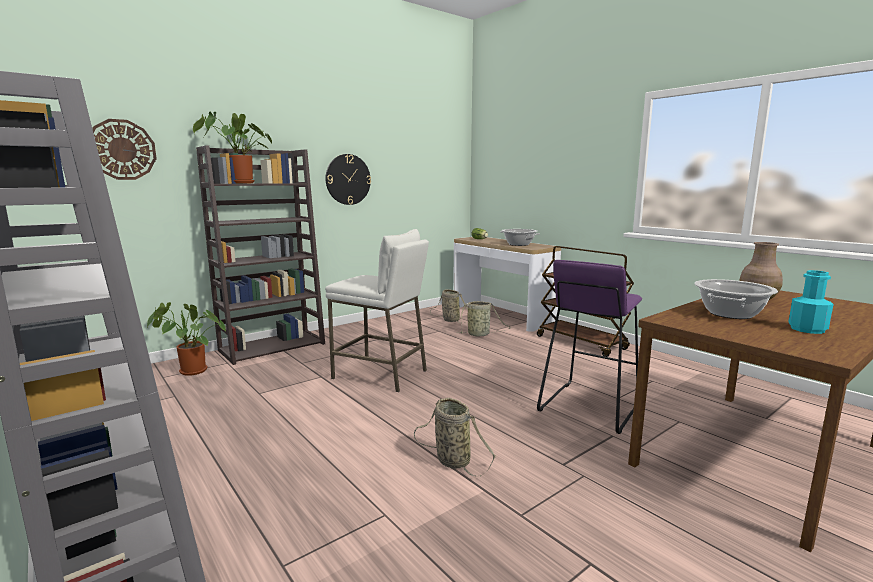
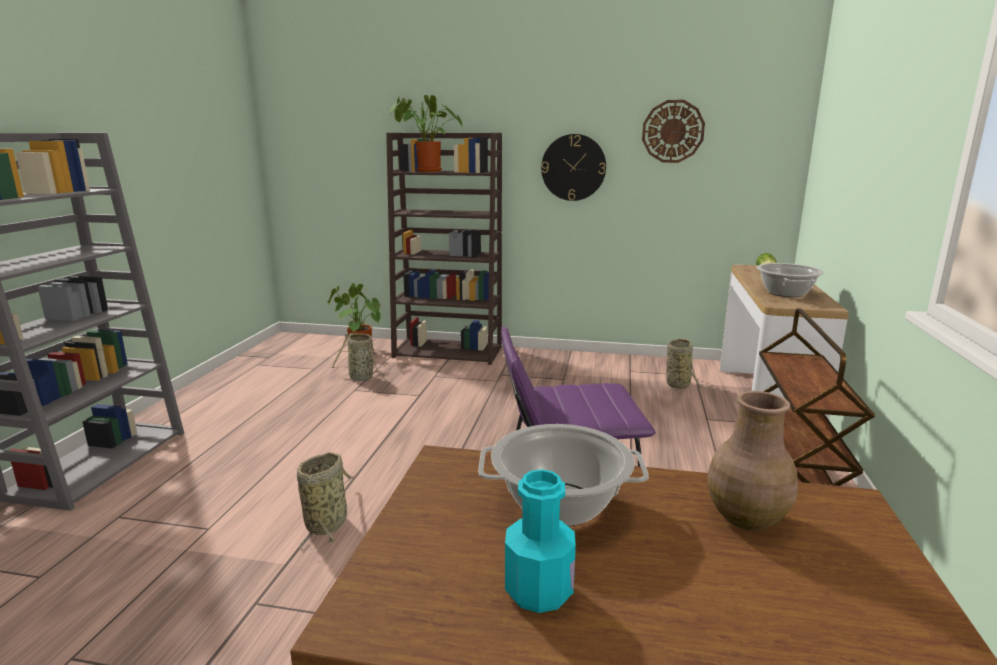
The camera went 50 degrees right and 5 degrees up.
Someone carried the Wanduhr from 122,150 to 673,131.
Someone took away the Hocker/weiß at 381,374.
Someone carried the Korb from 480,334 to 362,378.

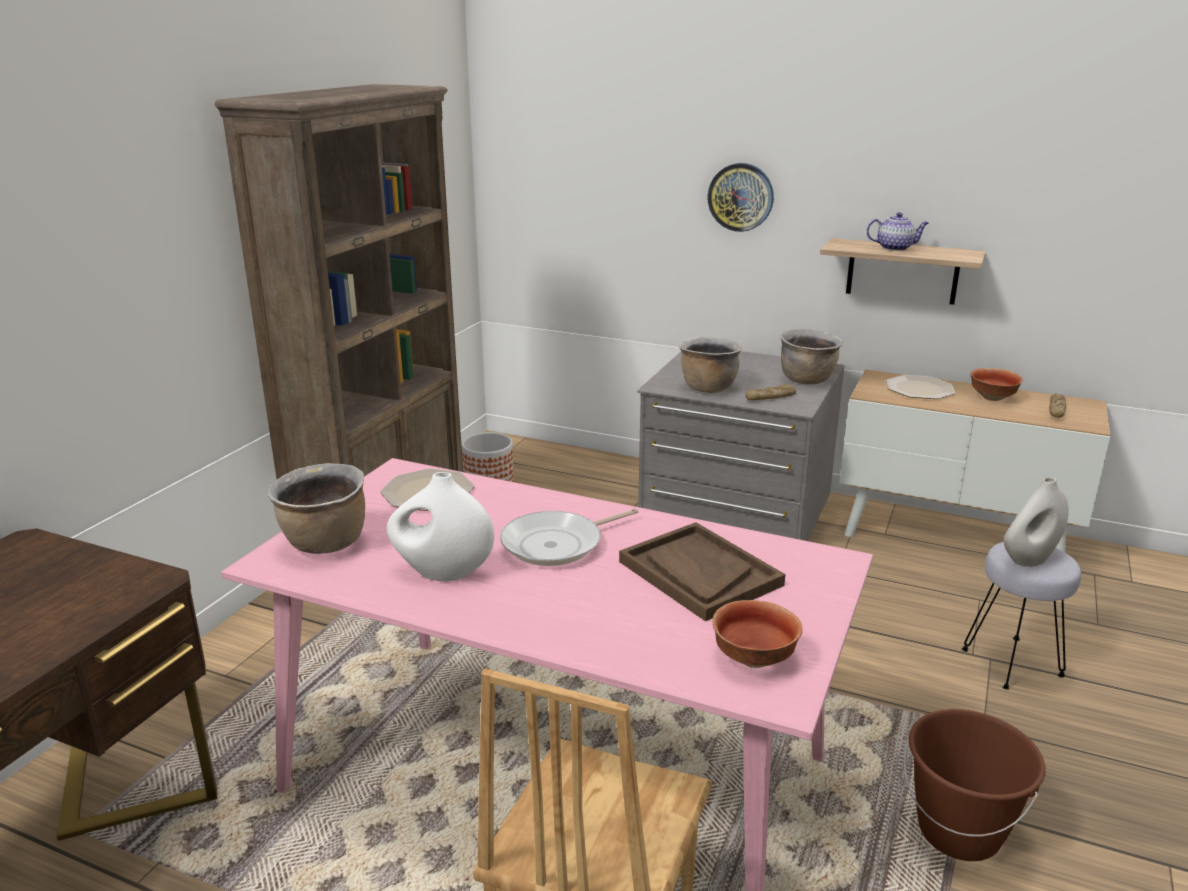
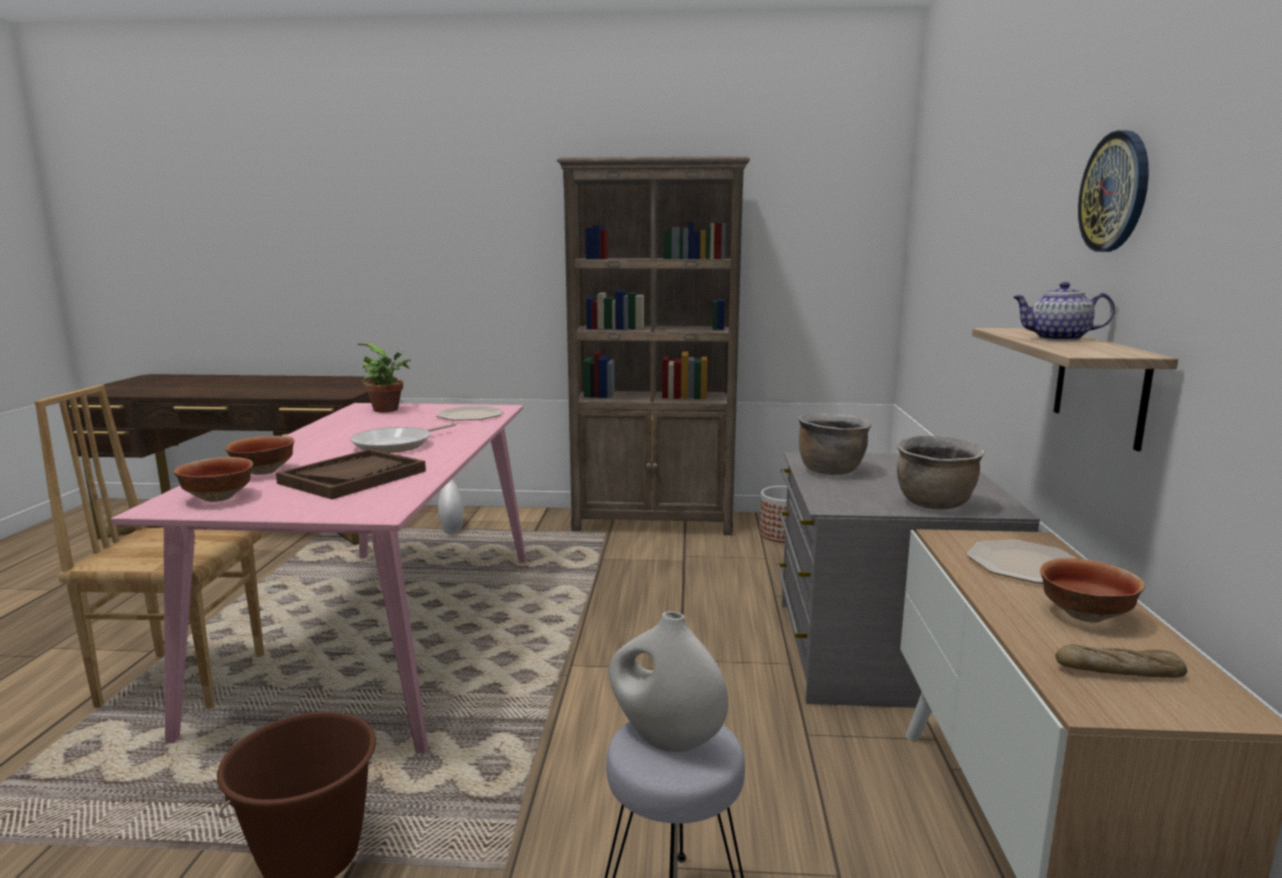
The camera went 70 degrees right and 10 degrees down.
Someone swapped the Kochtopf/braun at 325,543 for the Topfpflanze at 389,410.
Someone carried the Vase/weiß from 442,573 to 452,528.
Someone rotated the Pfanne at 557,544 by 90 degrees counterclockwise.
Someone carried the Wanduhr from 740,197 to 1115,192.
Someone took away the Brot at 770,398.
Someone rotated the Teekanne at 895,248 by 120 degrees clockwise.
Someone put down the Schüssel at 264,472.

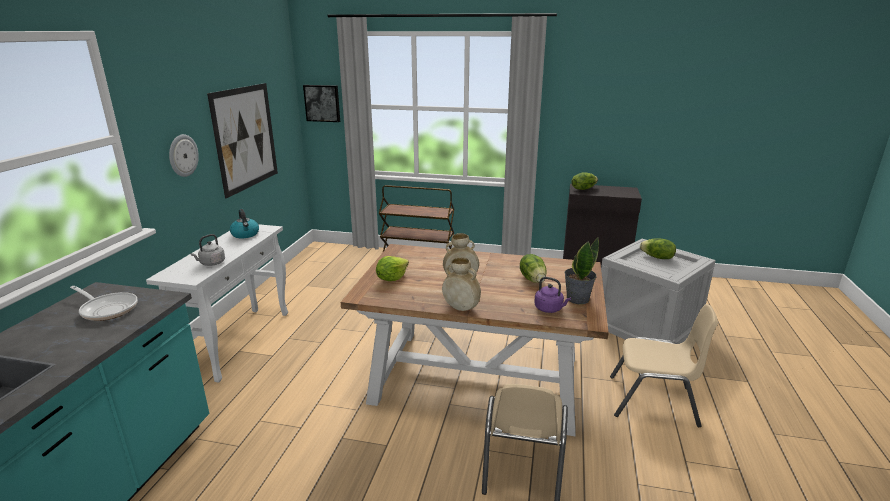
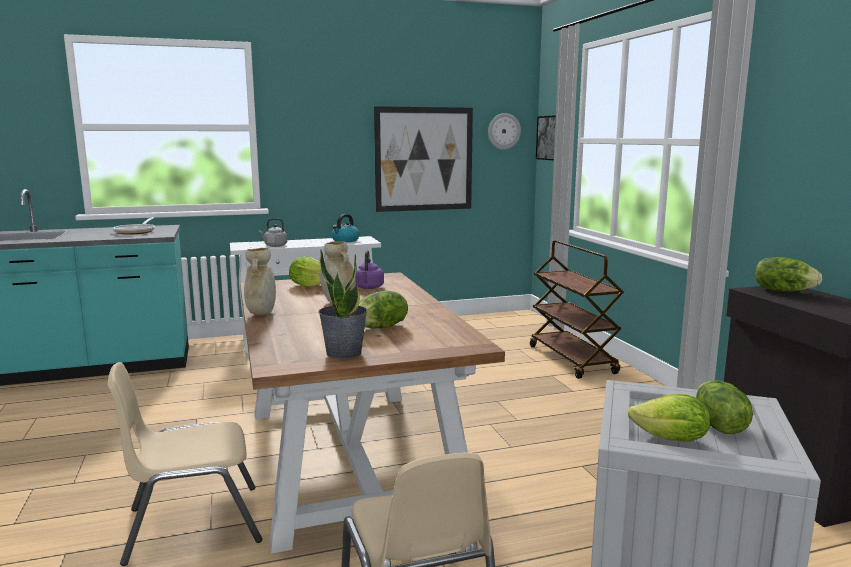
The camera went 60 degrees right and 10 degrees down.
Someone carried the Wanduhr from 182,155 to 503,131.
Someone carried the Wasserkessel/lila from 550,309 to 368,288.
Someone put down the Salatkopf at 671,439.

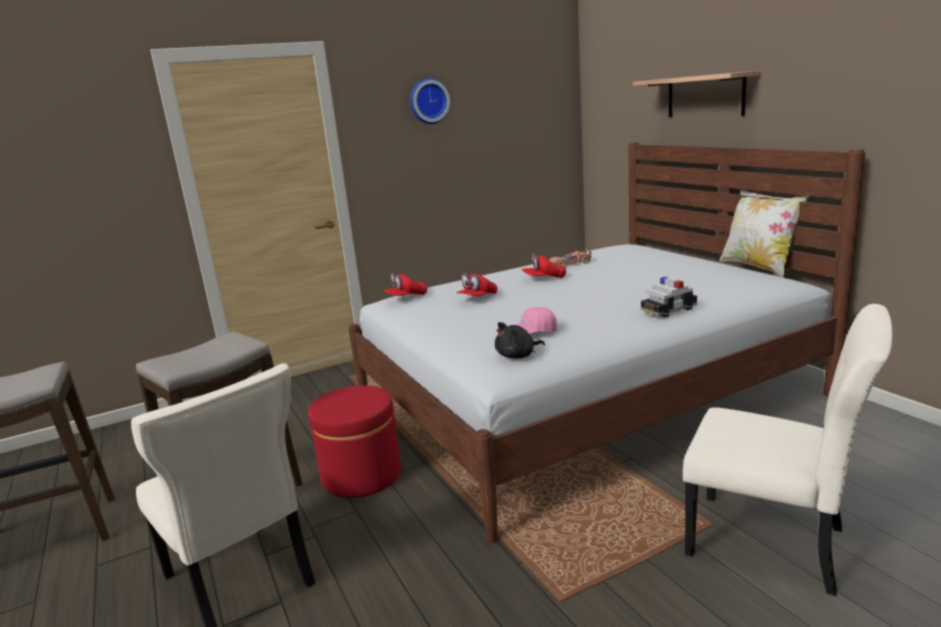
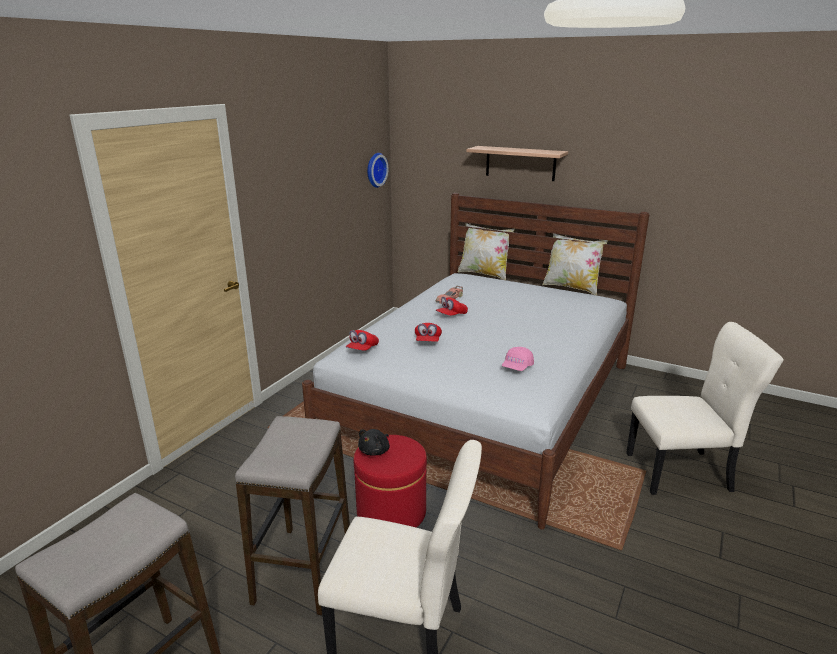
The camera went 35 degrees left and 5 degrees up.
Someone carried the Wanduhr from 428,101 to 375,170.
Someone carried the Plüschtier/schwarz from 518,356 to 375,451.
Someone took away the Spielzeugauto at 668,310.
Someone put down the Kissen at 484,274.

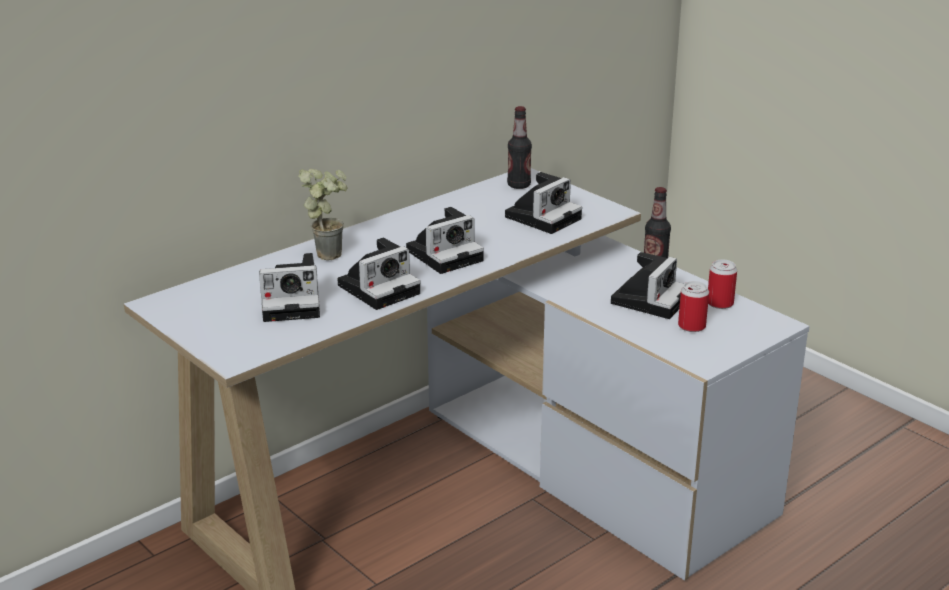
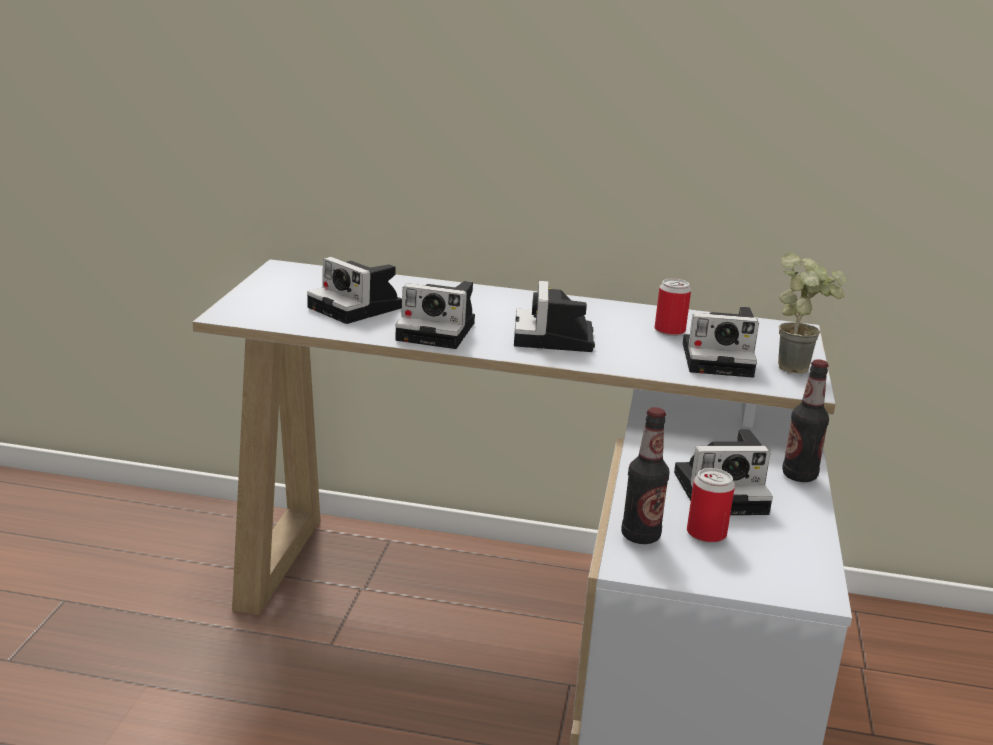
The camera went 50 degrees right and 5 degrees down.
Someone carried the Topfpflanze from 330,252 to 799,367.
Someone rotated the Kamera at 446,254 by 75 degrees clockwise.
Someone carried the Flasche from 519,185 to 640,536.
Someone carried the Dose from 720,303 to 669,331.

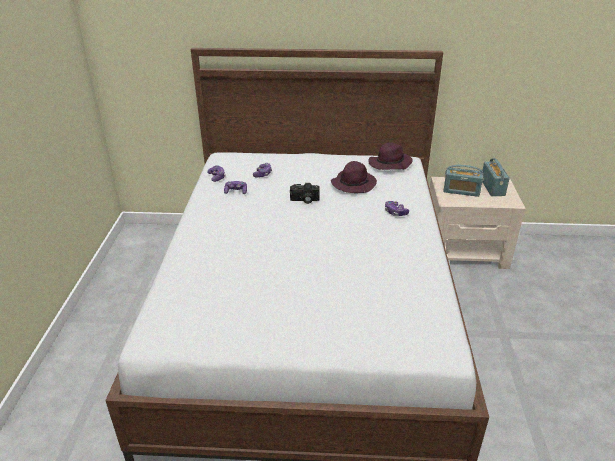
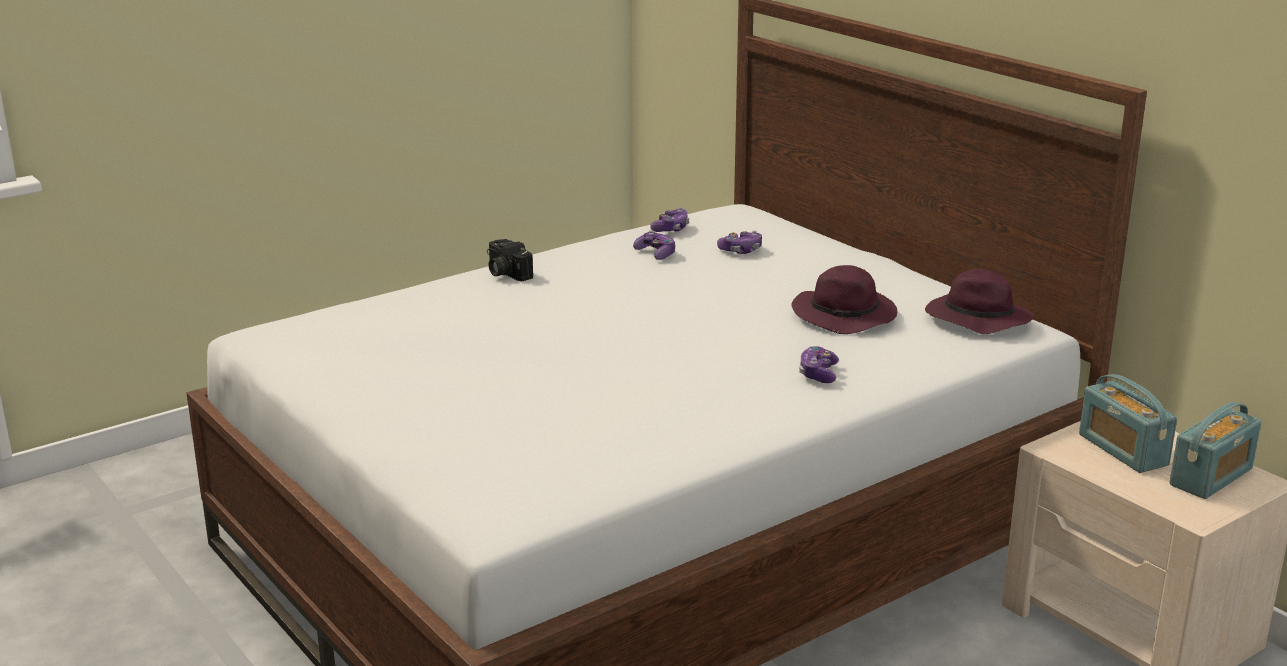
The camera went 50 degrees right and 10 degrees down.
Someone carried the Kamera from 304,200 to 505,273.

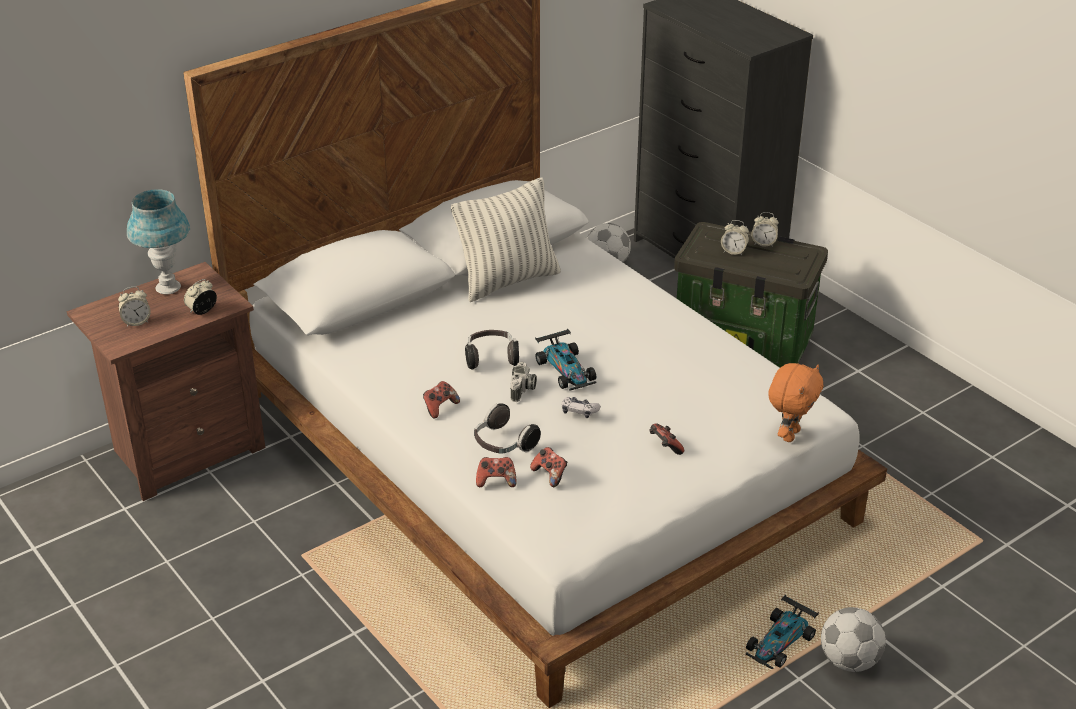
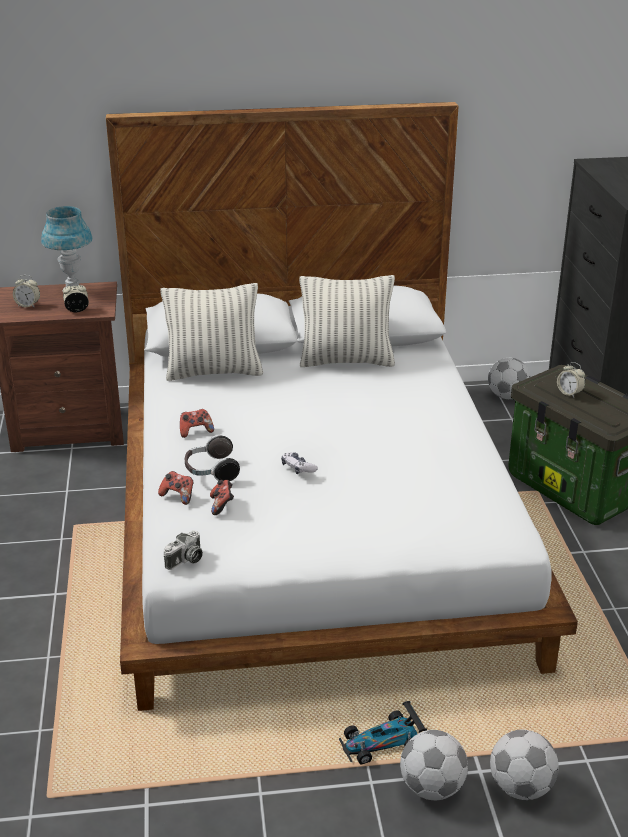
The camera went 30 degrees right and 5 degrees down.
Someone took away the Kopfhörer at 491,358.
Someone carried the Kamera from 523,390 to 185,560.
Someone took away the Spielzeugauto at 566,370.
Someone took away the Gamepad at 664,447.
Someone took away the Wecker at 763,243.
Someone took away the Plüschtier/orange at 789,434.
Someone put down the Kissen at 214,372.
Someone put down the Fußball at 520,787.

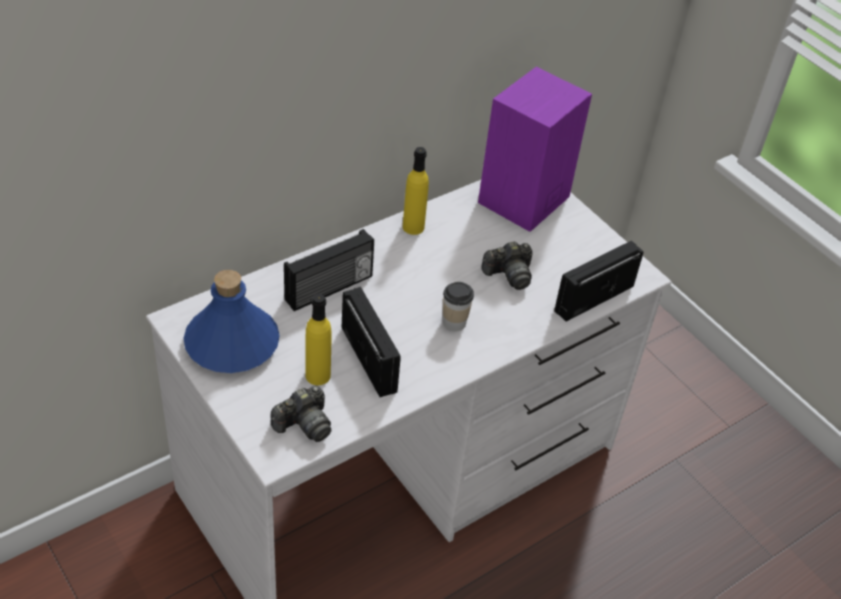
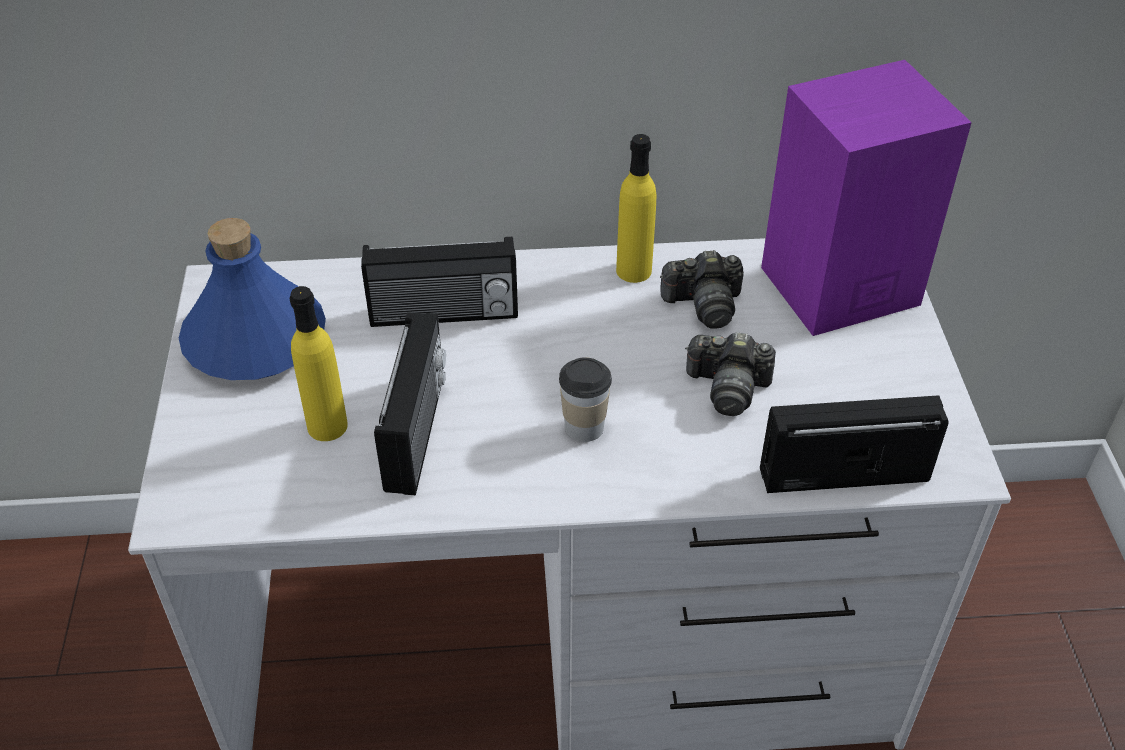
The camera went 35 degrees right and 0 degrees up.
Someone carried the Kamera from 304,424 to 703,305.

